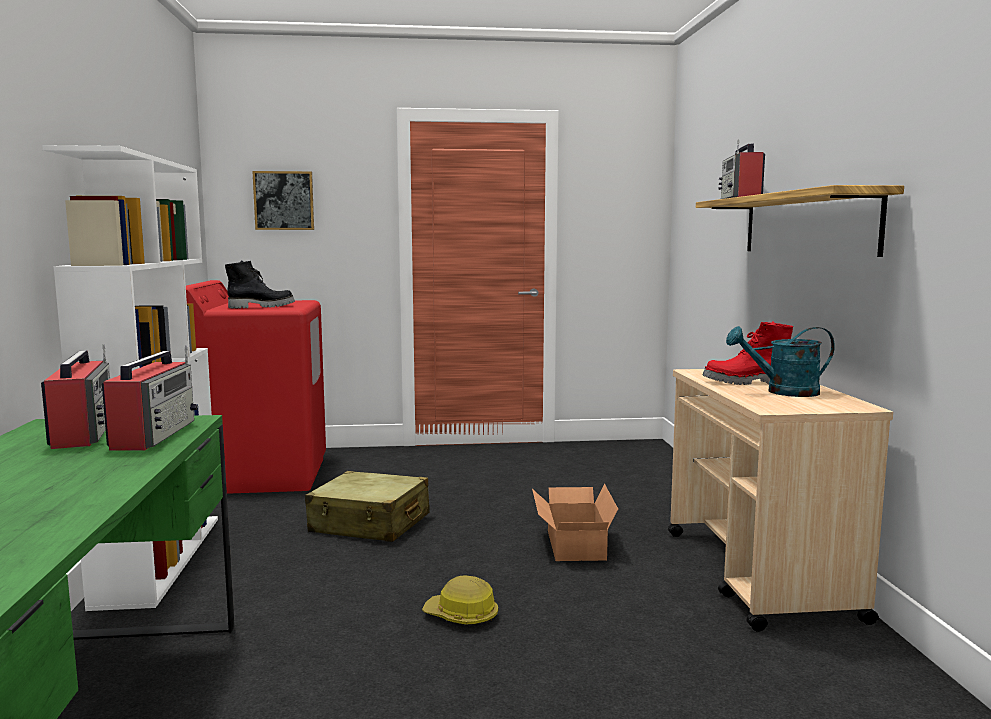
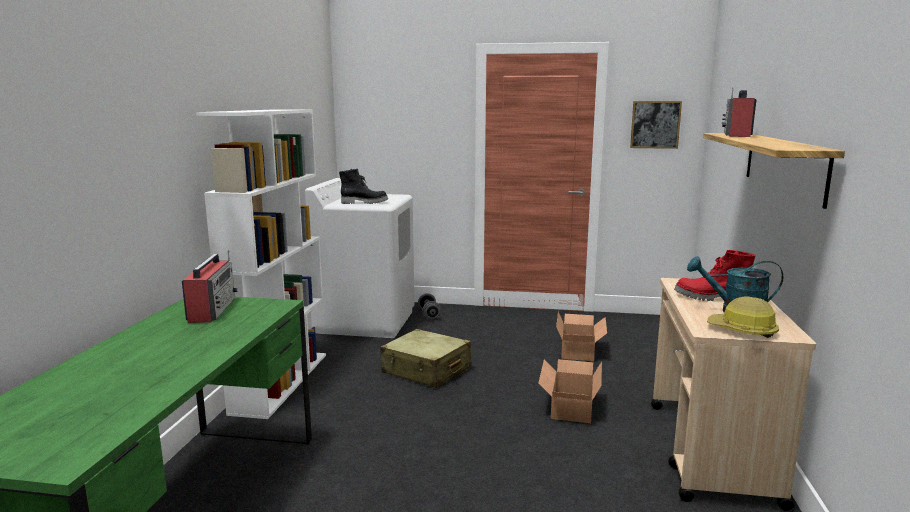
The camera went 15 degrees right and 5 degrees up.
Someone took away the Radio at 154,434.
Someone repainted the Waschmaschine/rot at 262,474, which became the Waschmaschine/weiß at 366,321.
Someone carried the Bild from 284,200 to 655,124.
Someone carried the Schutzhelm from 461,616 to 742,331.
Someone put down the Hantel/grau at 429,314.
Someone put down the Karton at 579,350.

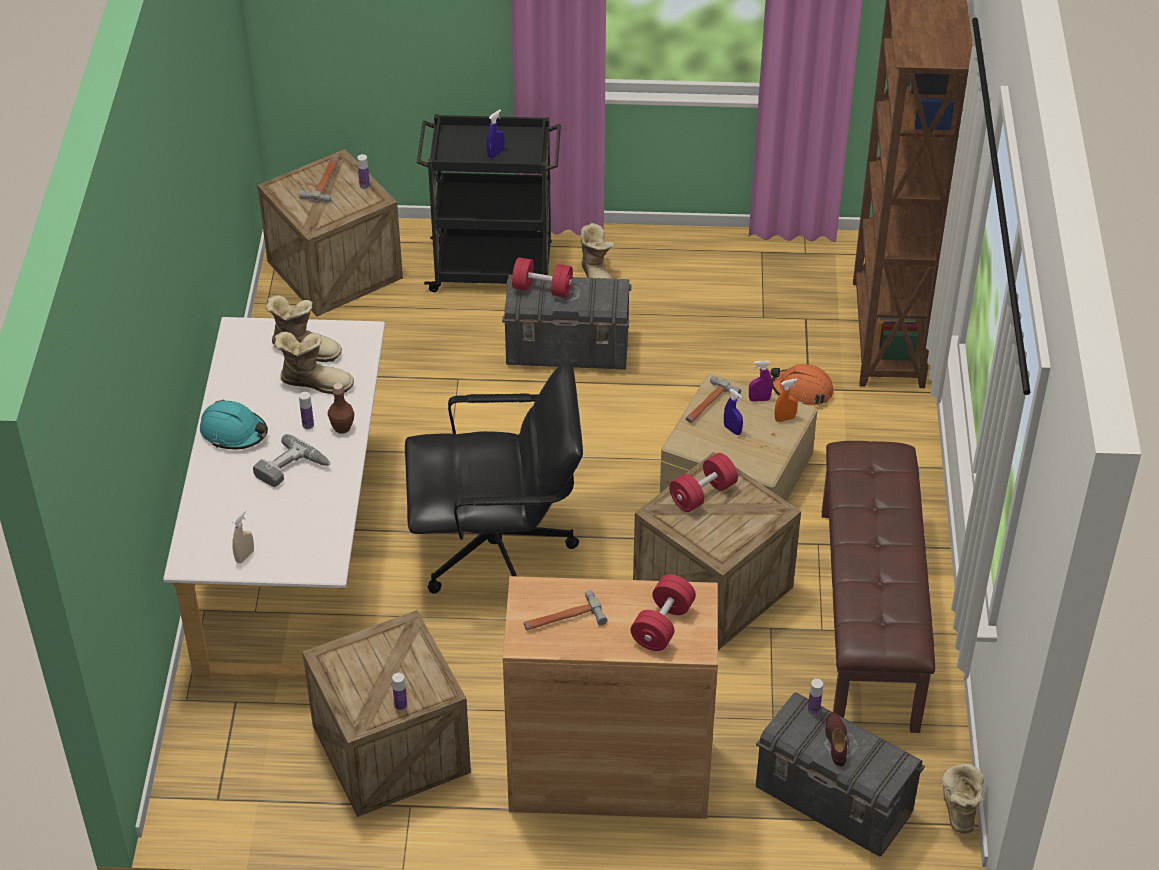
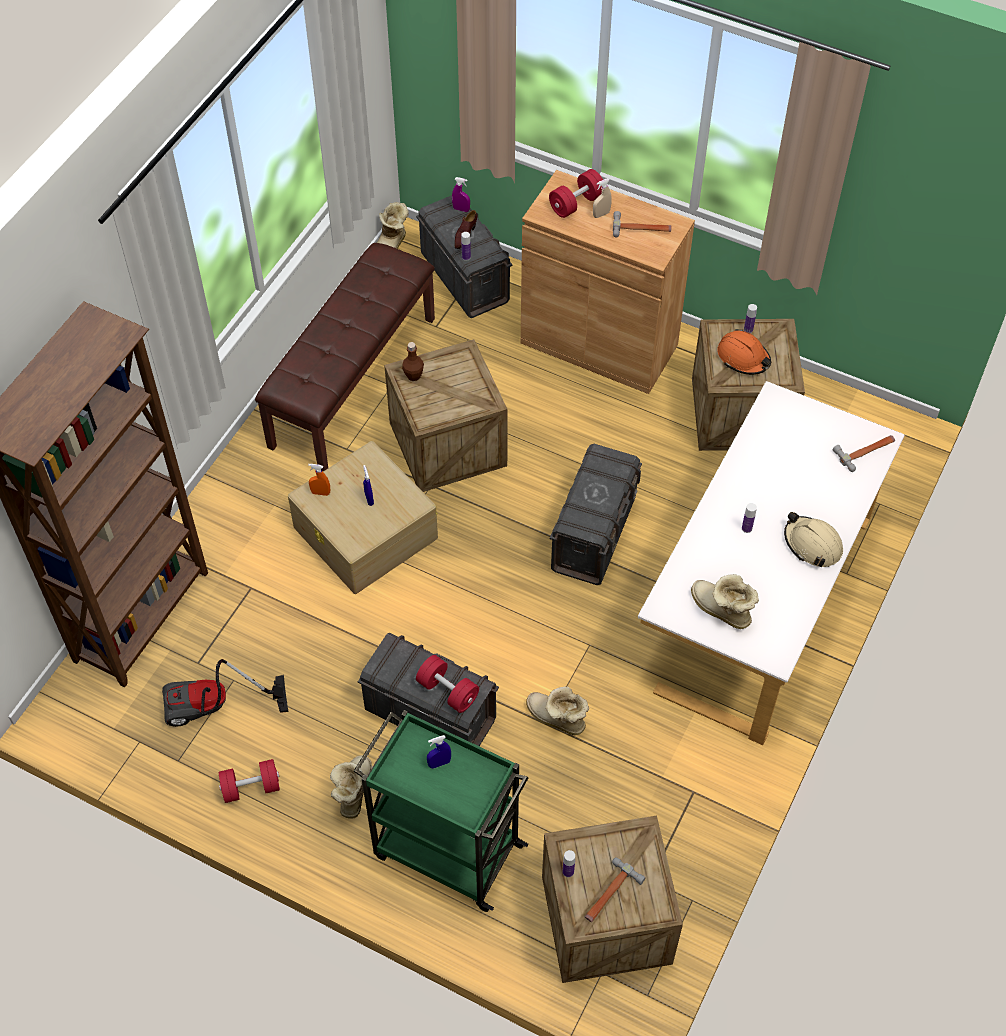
The camera went 155 degrees left and 10 degrees up.
Someone repainted the Schutzhelm/türkis at 234,432, which became the Schutzhelm/beige at 812,545.
Someone carried the Sprühflasche/beige from 245,556 to 601,214.
Someone took away the Bohrmaschine at 292,470.
Someone carried the Stiefel from 315,381 to 556,720.
Someone carried the Flasche/braun from 342,427 to 413,376.
Someone swapped the Bürostuhl/schwarz at 498,553 for the Aufbewahrungsbox/grau at 594,534.
Someone repainted the Rollwagen/schwarz at 494,269, which became the Rollwagen/grün at 445,849.
Someone carried the Hantel/rot from 702,494 to 251,787.
Someone carried the Hammer from 708,405 to 866,451.
Someone carried the Sprühflasche/lila from 759,399 to 461,209.
Someone carried the Schutzhelm/orange from 802,391 to 743,358.
Someone put down the Staubsauger at 214,709.

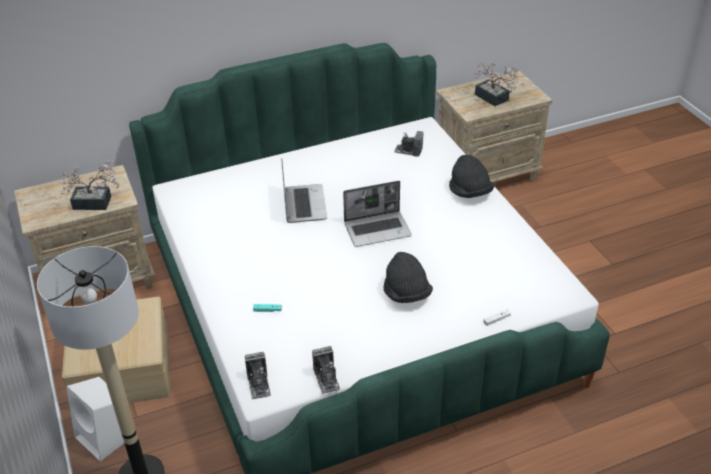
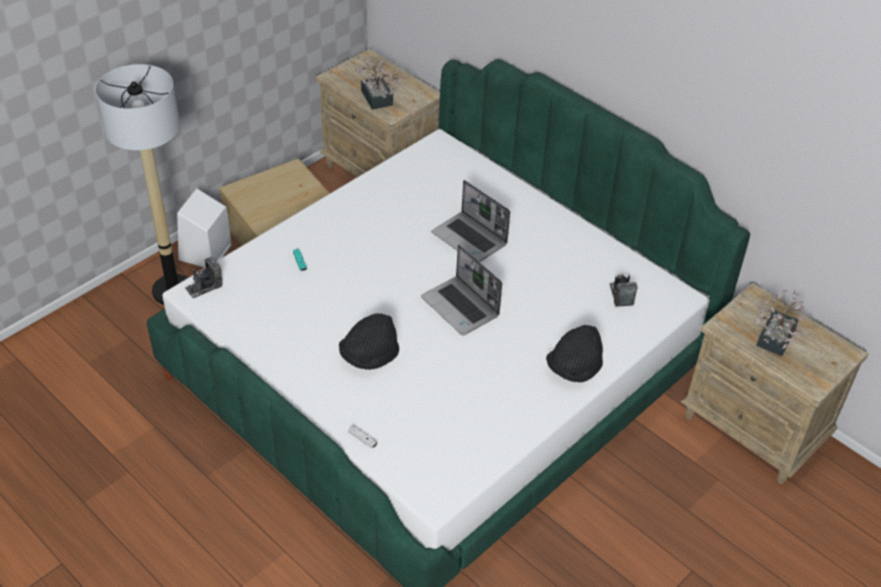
The camera went 65 degrees right and 5 degrees up.
Someone rotated the Laptop at 303,204 by 75 degrees clockwise.
Someone took away the Kamera at 326,379.

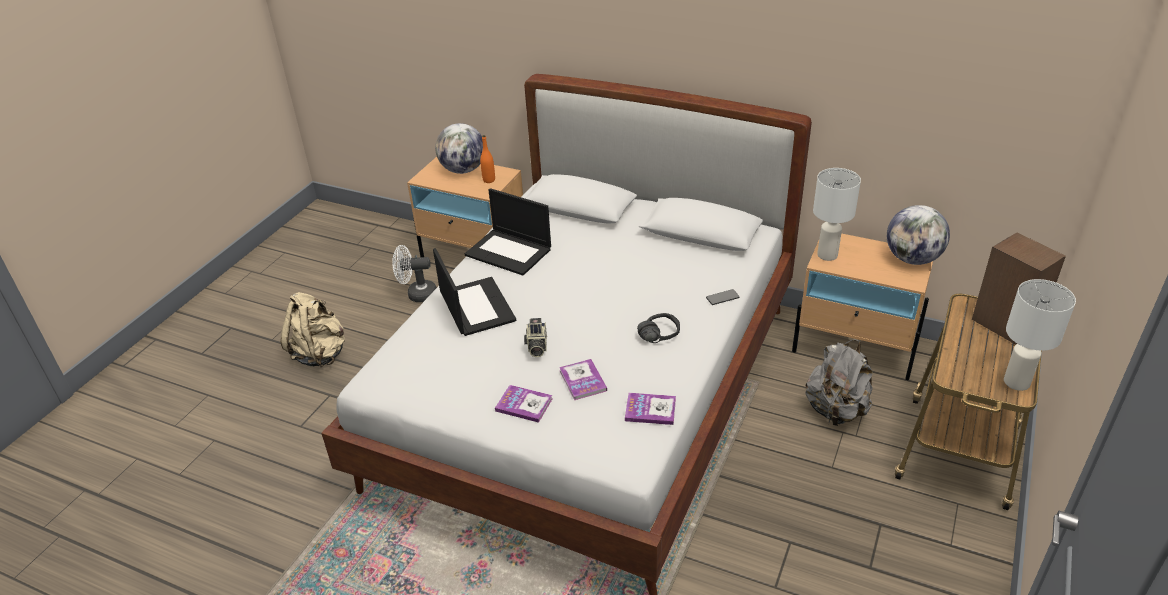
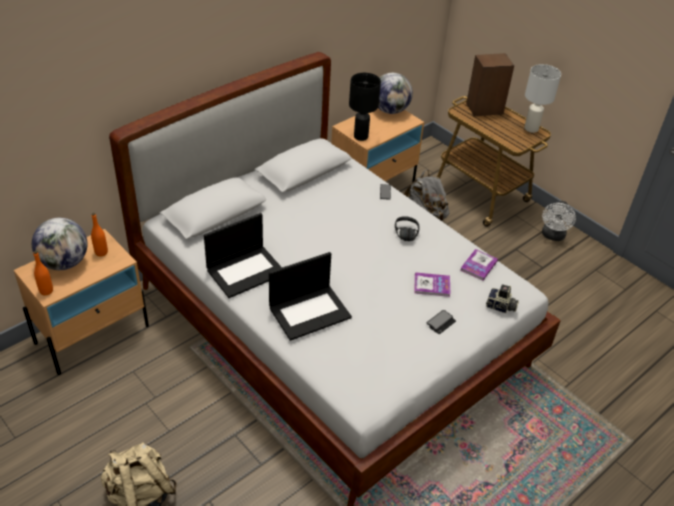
The camera went 70 degrees left and 5 degrees up.
Someone carried the Ventilator/weiß from 417,294 to 553,236.
Someone rotated the Laptop at 476,306 by 150 degrees clockwise.
Someone swapped the Buch at 524,405 for the Handy at 441,322.
Someone carried the Kamera from 536,347 to 501,307.
Someone repainted the Tischlampe/weiß at 828,255, which became the Tischlampe/schwarz at 361,136.
Someone put down the Flasche/orange at 46,291.

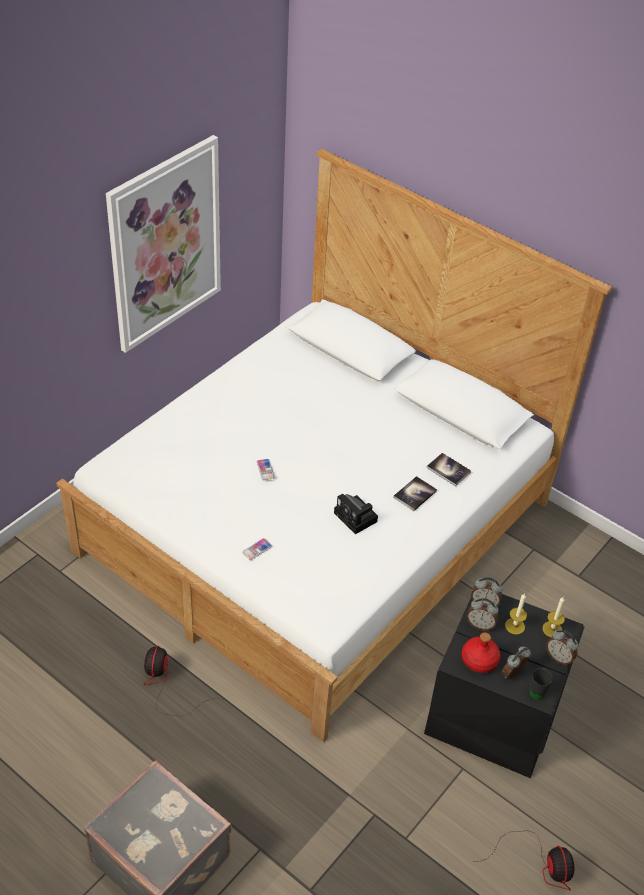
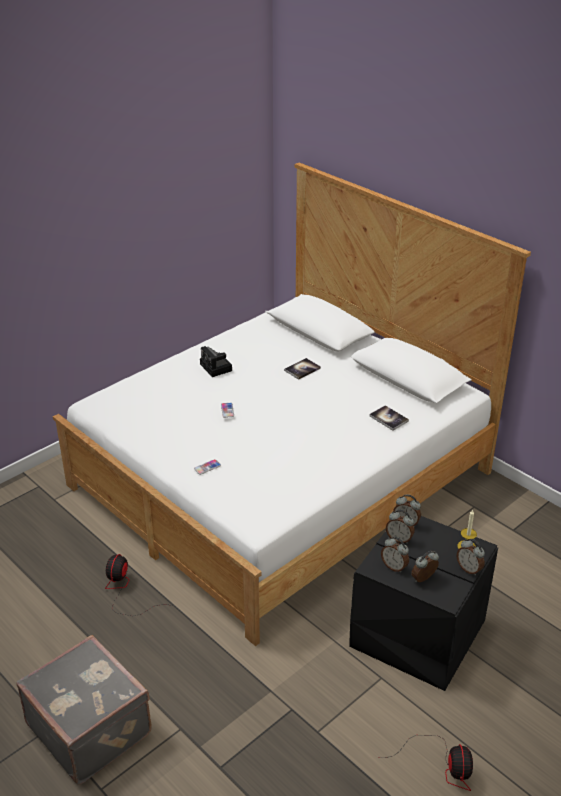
The camera went 10 degrees right and 10 degrees down.
Someone took away the Bild at 165,244.
Someone carried the Kamera from 357,518 to 217,368.
Someone carried the Buch from 415,494 to 302,369.
Someone swapped the Flasche/rot at 479,660 for the Wecker at 394,566.
Someone took away the Kerze at 514,626.
Someone took away the Henkelbecher/schwarz at 537,690.

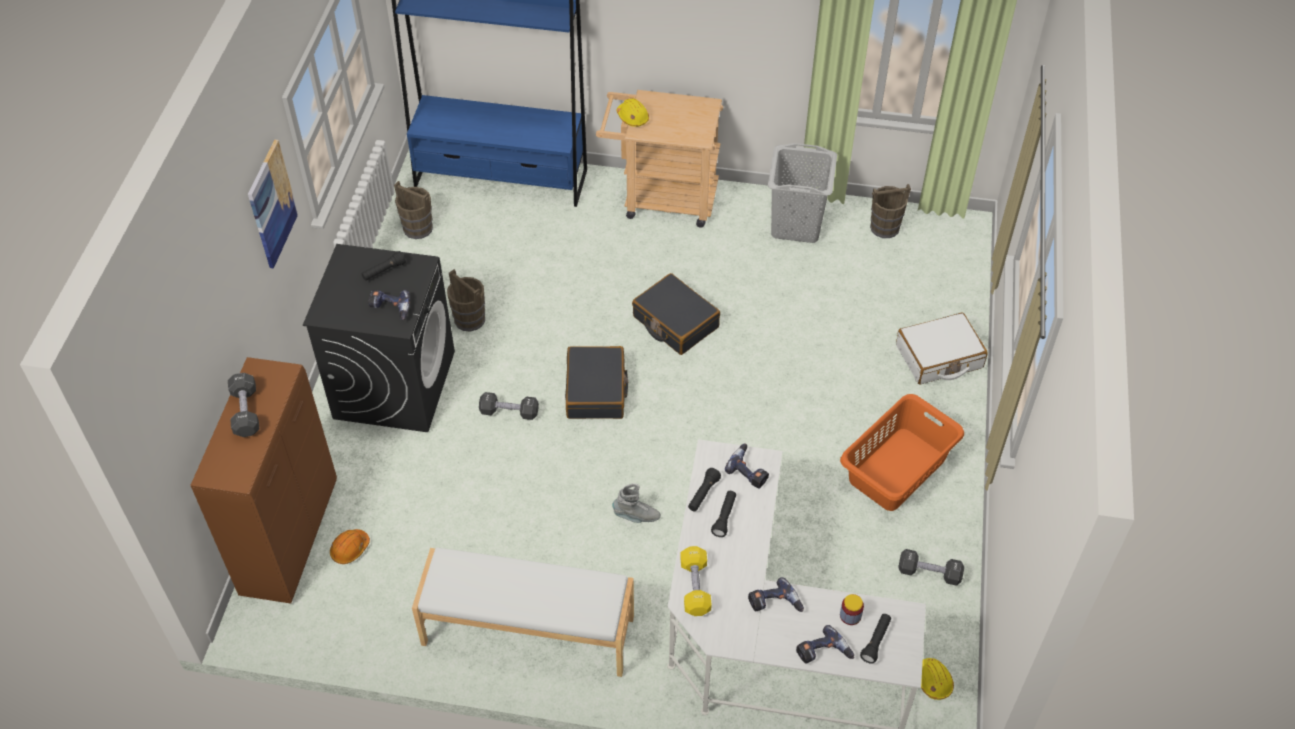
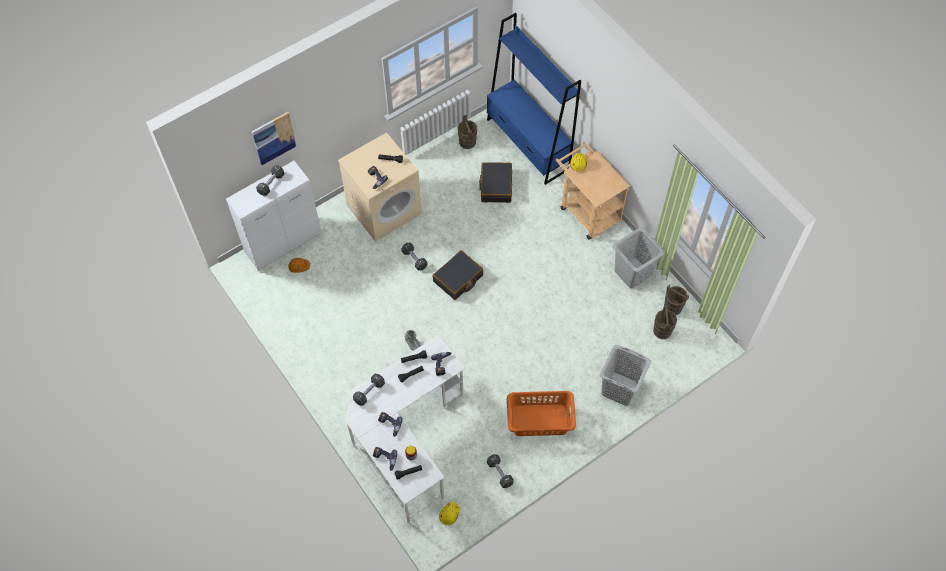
The camera went 45 degrees right and 10 degrees up.
Someone repainted the Schrank/braun at 290,537, which became the Schrank/weiß at 284,243.
Someone carried the Bild from 271,204 to 274,138.
Someone repainted the Waschmaschine/schwarz at 394,384, which became the Waschmaschine/beige at 384,209.
Someone took away the Bank/weiß at 528,631.
Someone carried the Eimer/braun from 469,319 to 662,330.
Someone carried the Koffer/schwarz from 675,322 to 496,186.
Someone repainted the Hantel/gelb at 695,587, which became the Hantel/schwarz at 369,392.
Someone swapped the Koffer/weiß at 939,357 for the Wäschekorb/grau at 620,388.

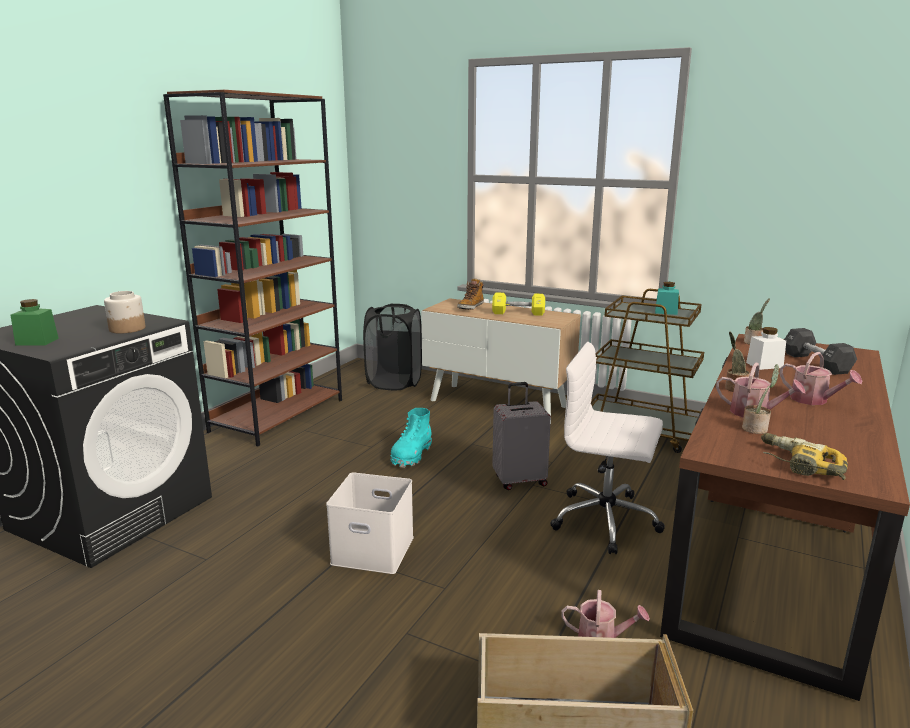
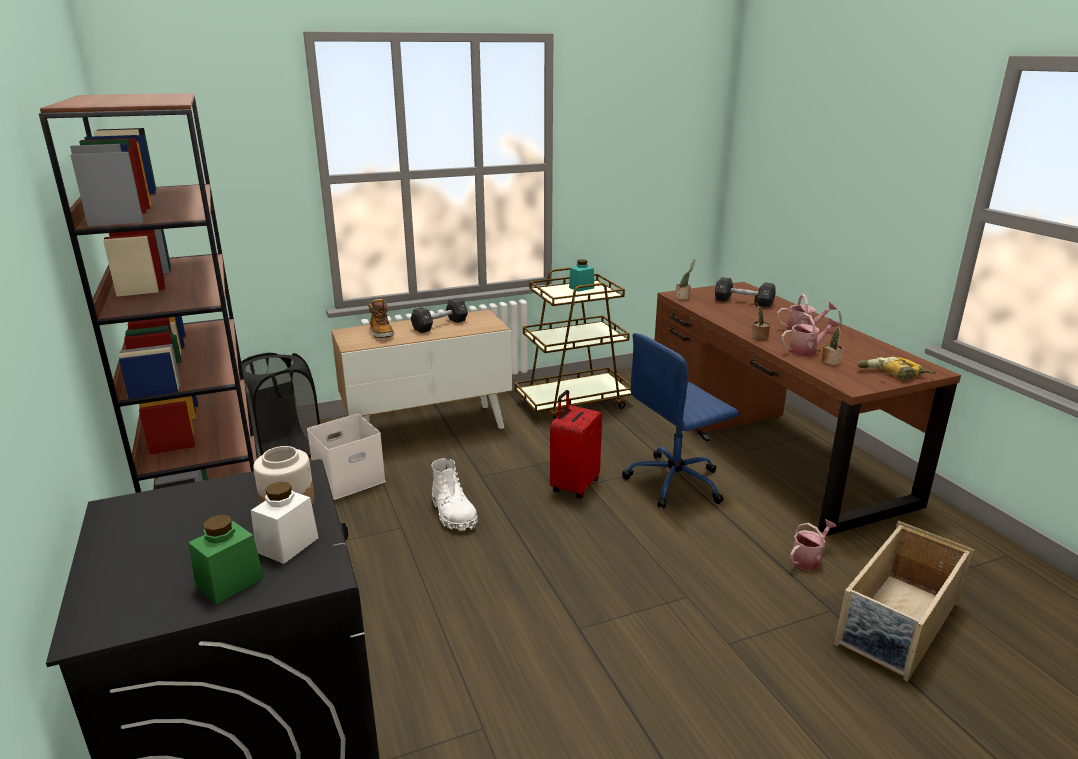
The camera went 50 degrees left and 5 degrees up.
Someone carried the Aufbewahrungsbox/weiß from 371,551 to 348,480.
Someone repainted the Stiefel/türkis at 411,455, which became the Stiefel/weiß at 453,514.
Someone repainted the Hantel/gelb at 518,313, which became the Hantel/schwarz at 440,325.
Someone repainted the Koffer/grau at 519,480, which became the Koffer/rot at 574,486.
Someone repainted the Bürostuhl/weiß at 607,521, which became the Bürostuhl/blau at 676,482.
Someone carried the Vorratsglas/weiß from 764,365 to 287,545.

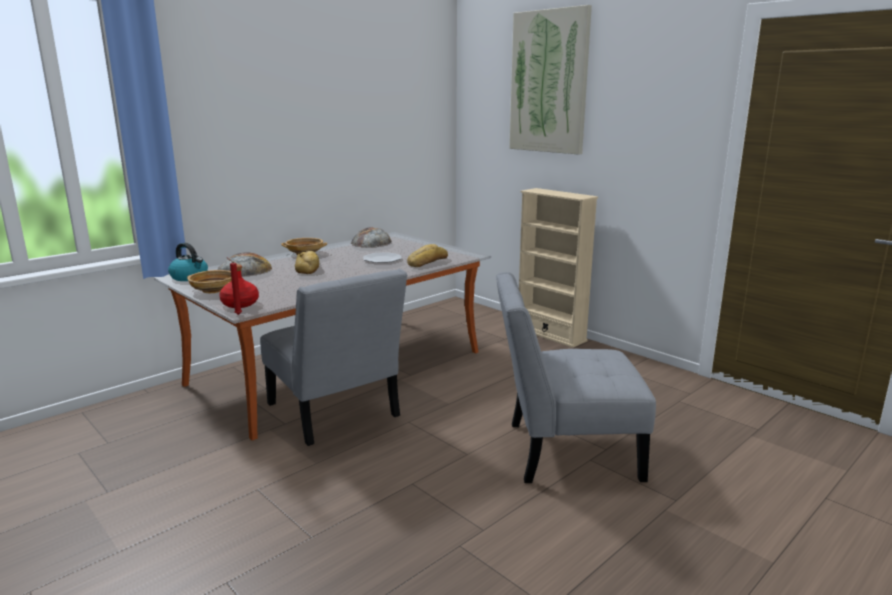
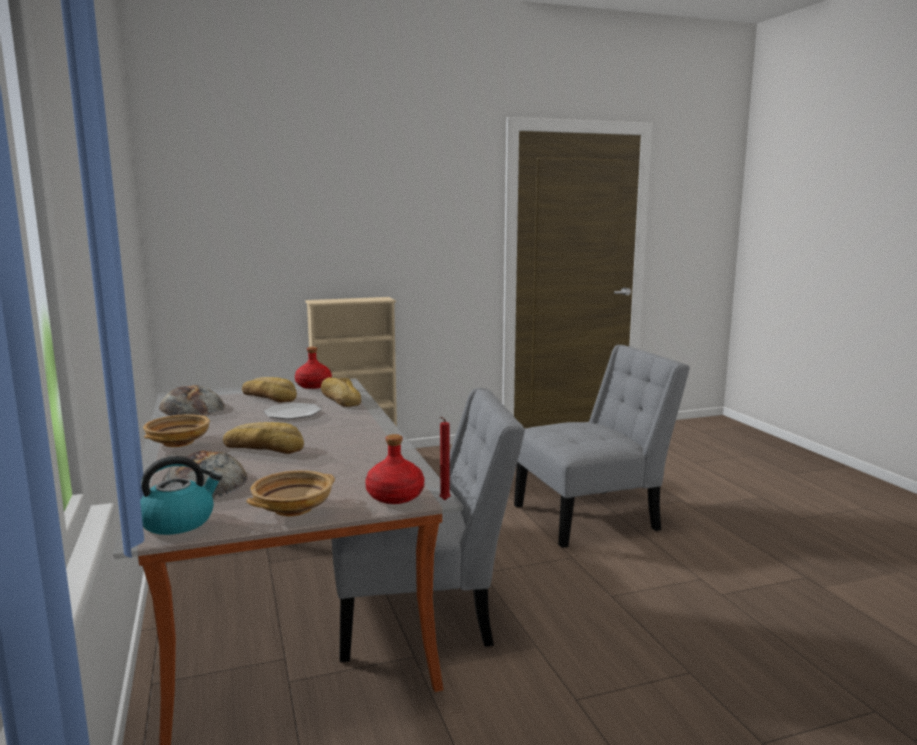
The camera went 65 degrees left and 5 degrees down.
Someone rotated the Stuhl/grau at 564,451 by 135 degrees counterclockwise.
Someone took away the Bild at 549,82.
Someone put down the Brot at 270,397.
Someone put down the Flasche/rot at 313,385.

